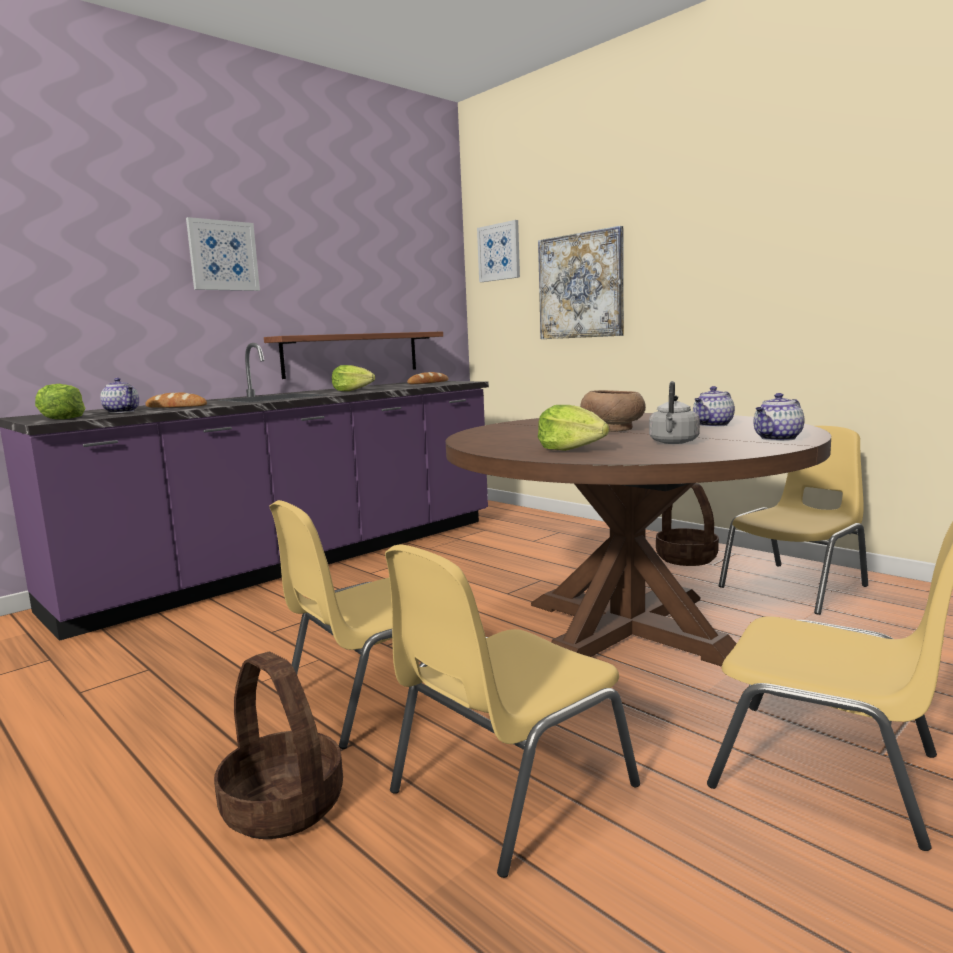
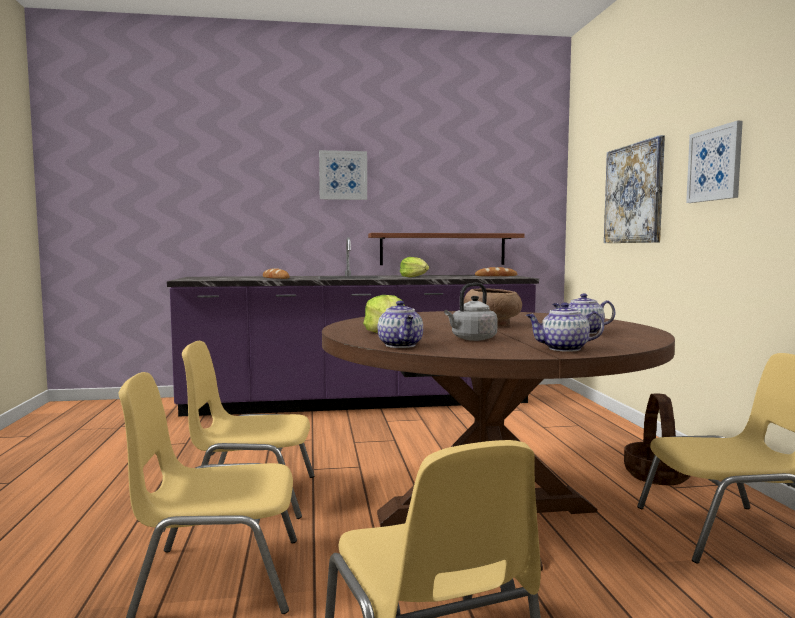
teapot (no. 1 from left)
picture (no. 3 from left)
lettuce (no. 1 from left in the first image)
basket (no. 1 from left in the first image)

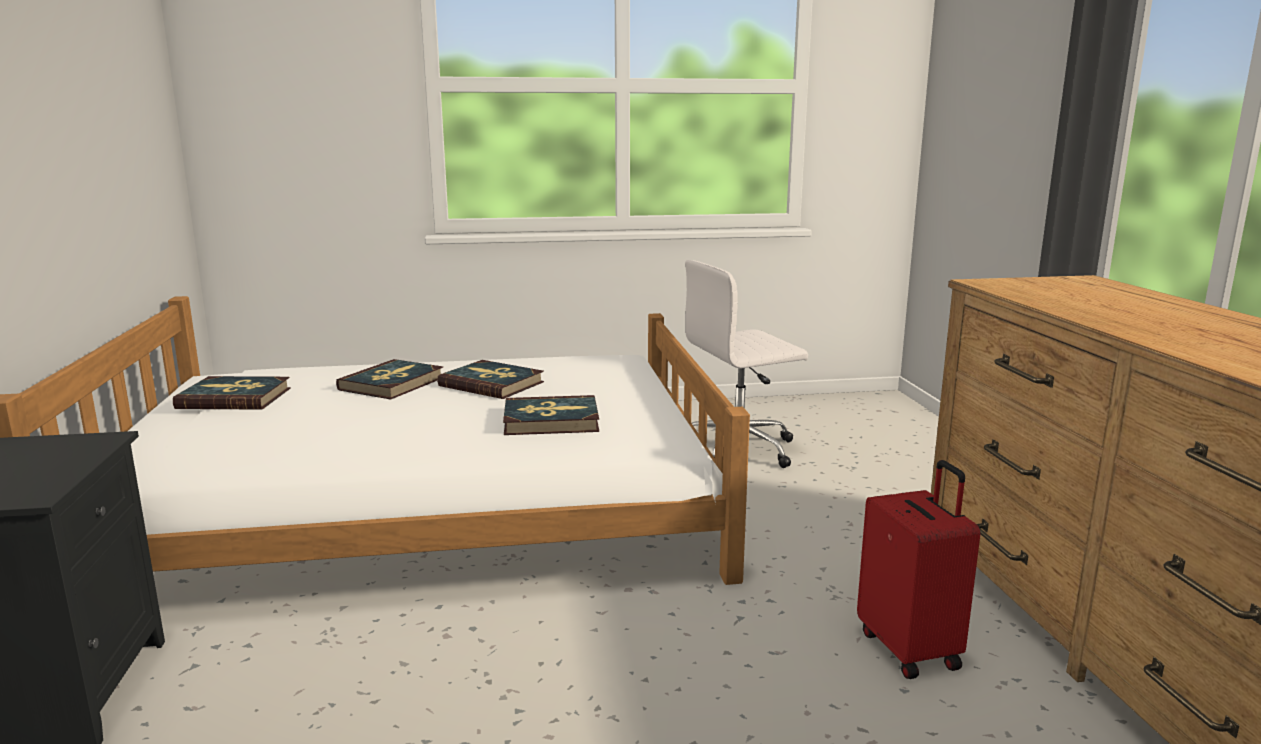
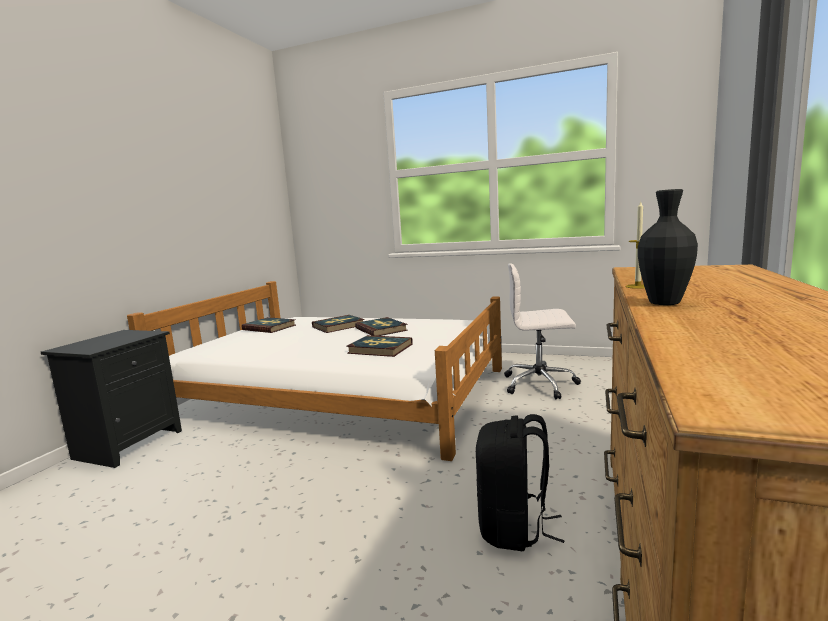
black backpack
candle
black vase

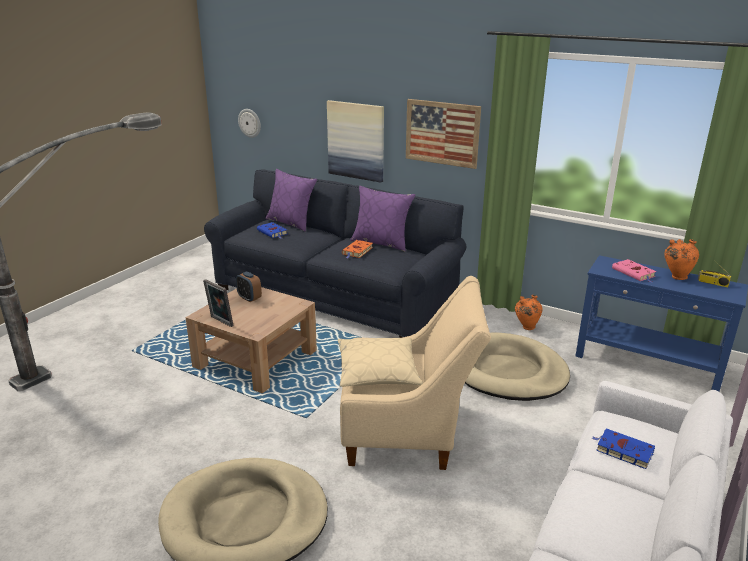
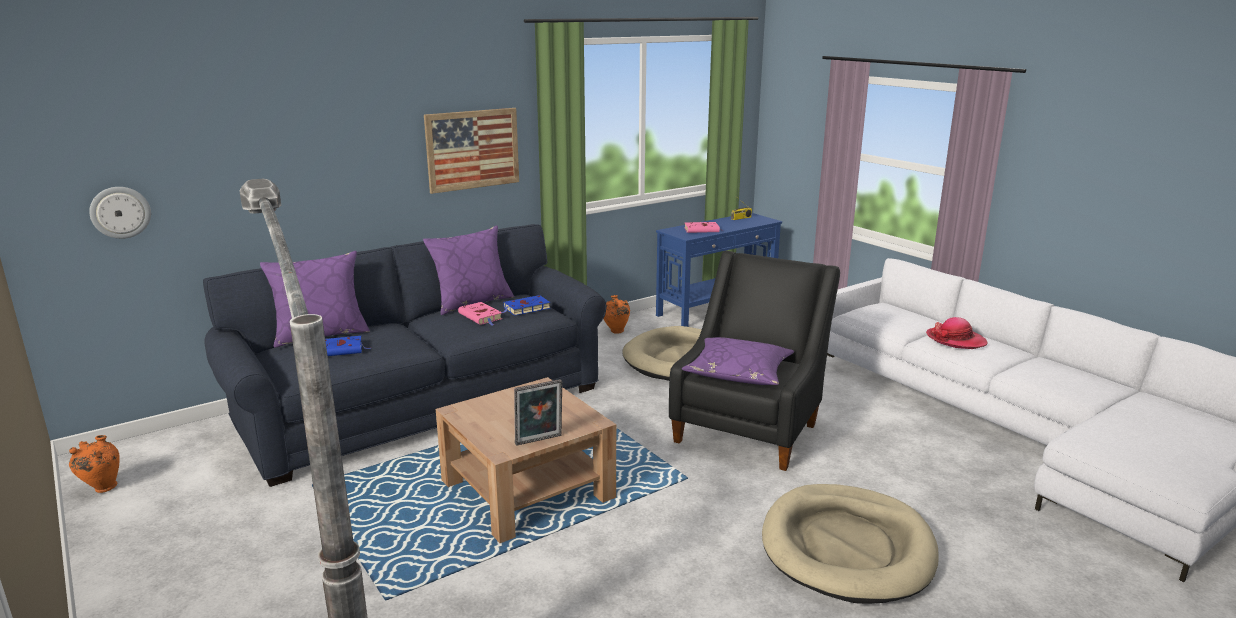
orange vase (no. 1 from left)
pink book (no. 1 from left)
blue book (no. 2 from left)
black armchair
purple pillow (no. 3 from left)
hat
alarm clock
picture (no. 1 from left in the first image)

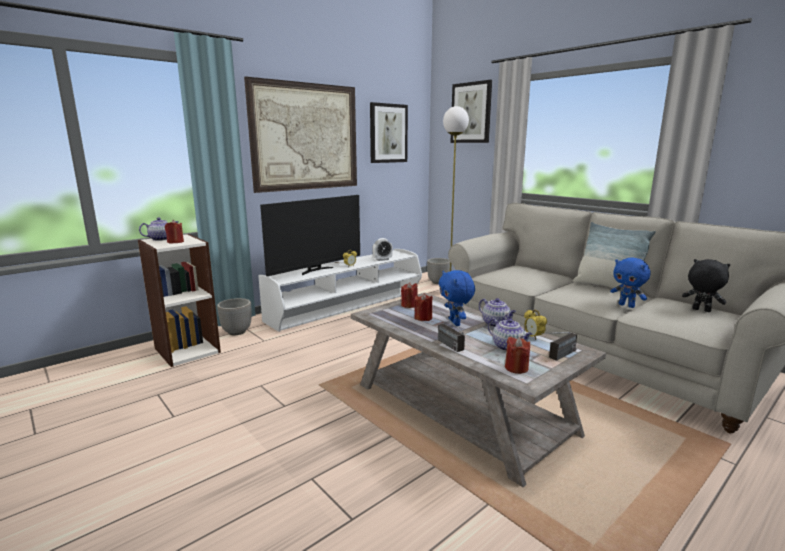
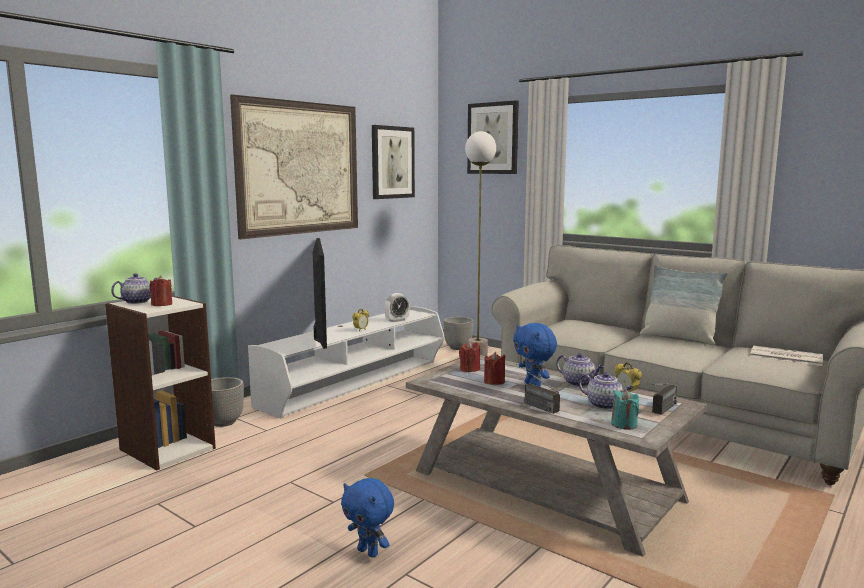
television
blue plush toy (no. 1 from left)
turquoise candle
newspaper

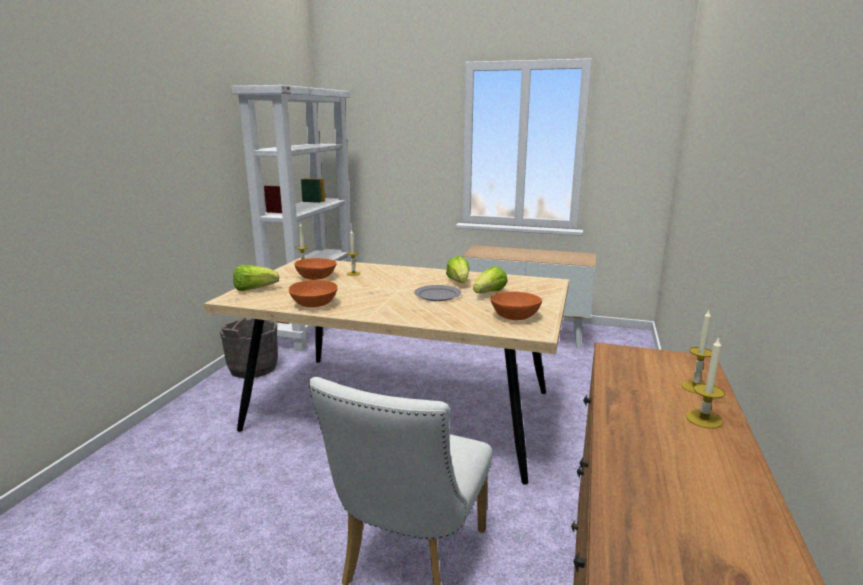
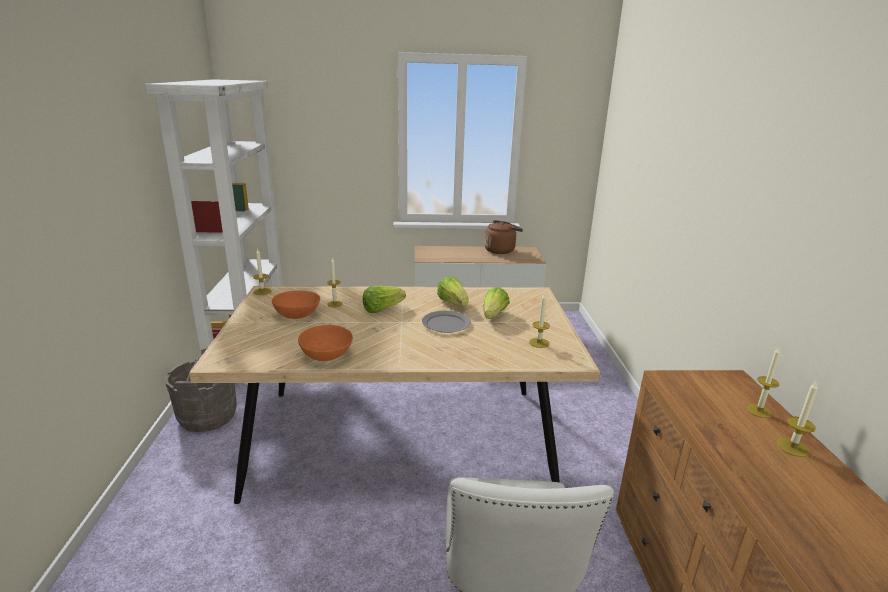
lettuce (no. 1 from left)
brown kettle
candle (no. 3 from left)

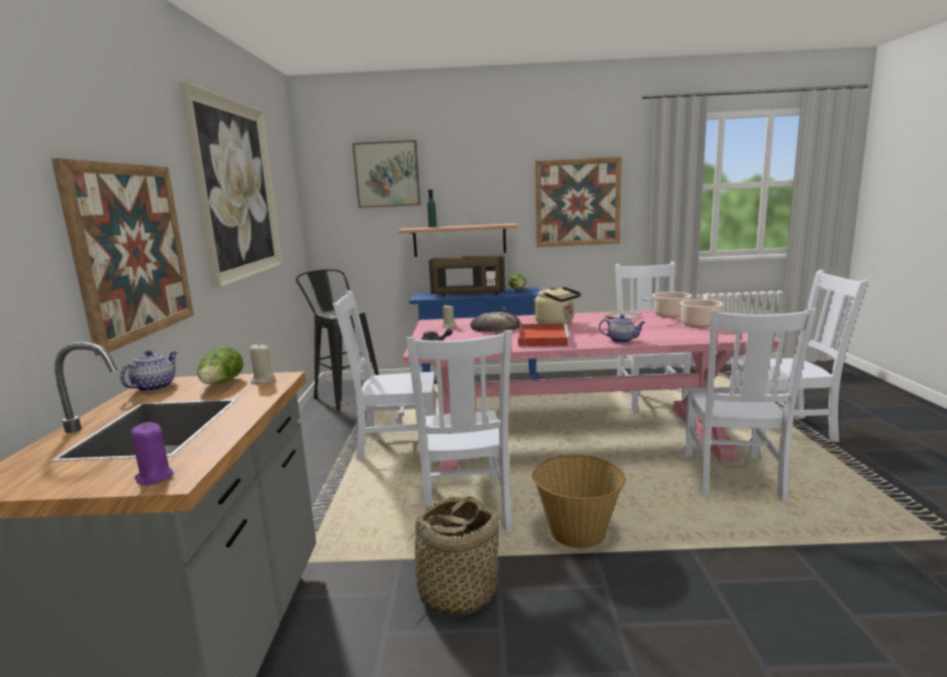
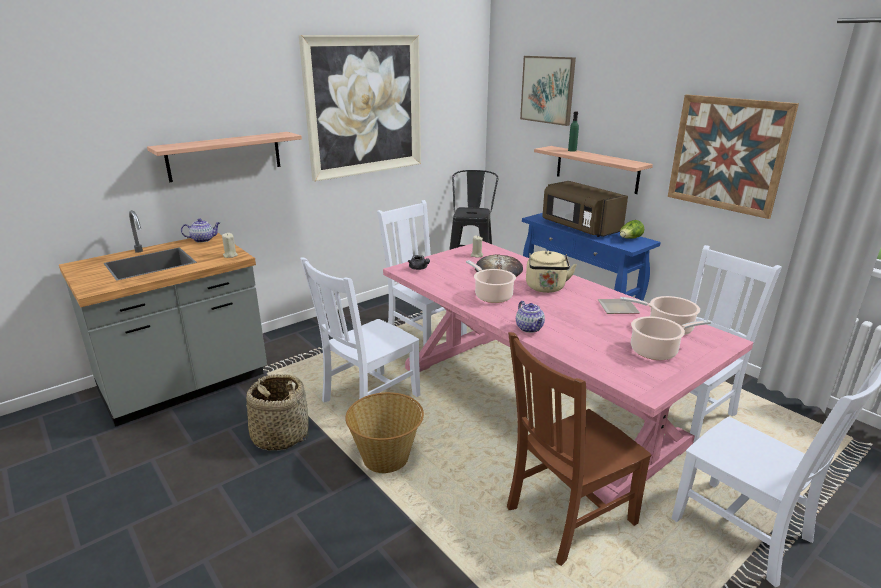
shelf (no. 1 from left)
cooking pot (no. 1 from left)
brown chair
purple candle
lettuce (no. 1 from left in the first image)

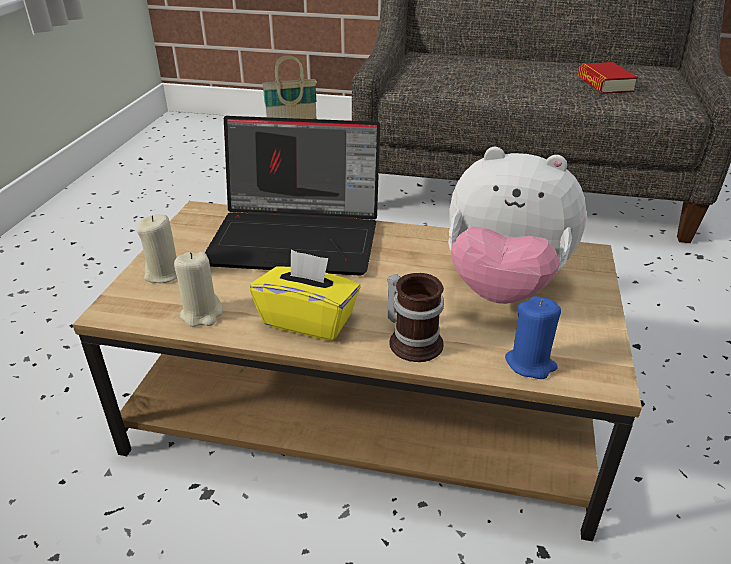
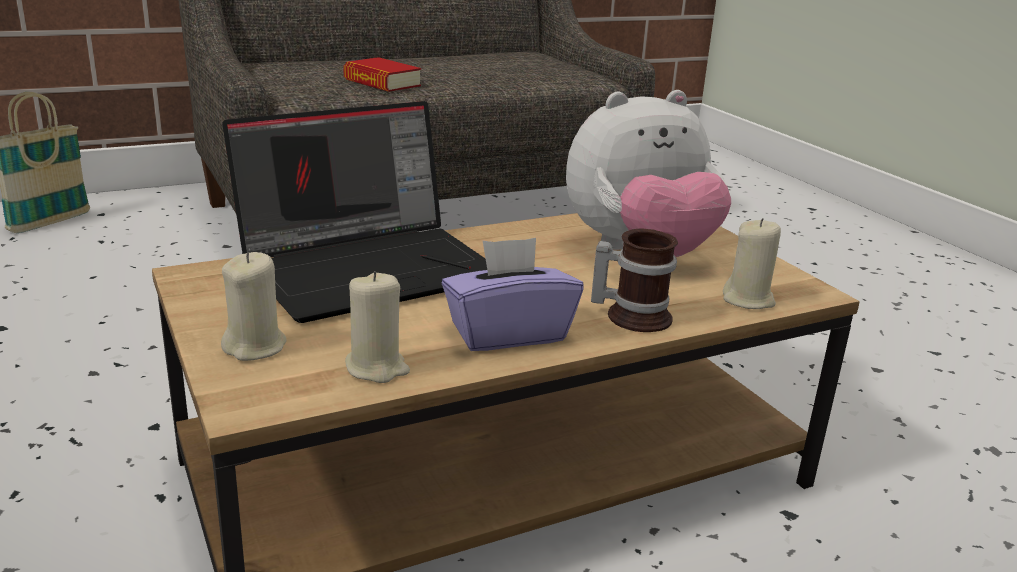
book
purple tissue box
beige candle (no. 3 from left)

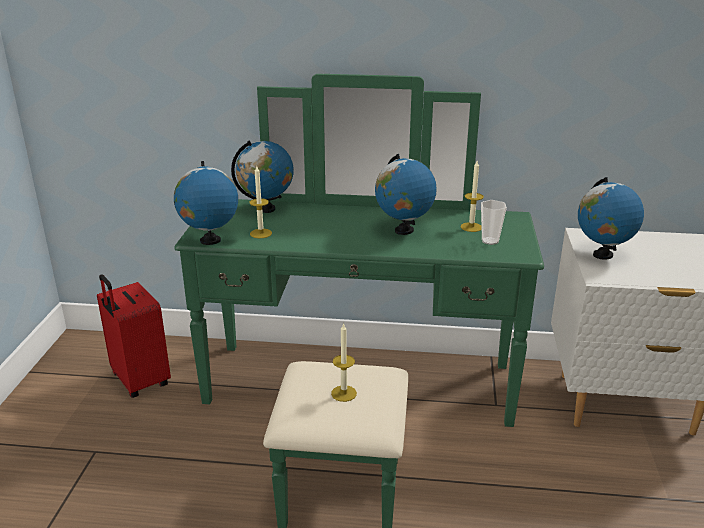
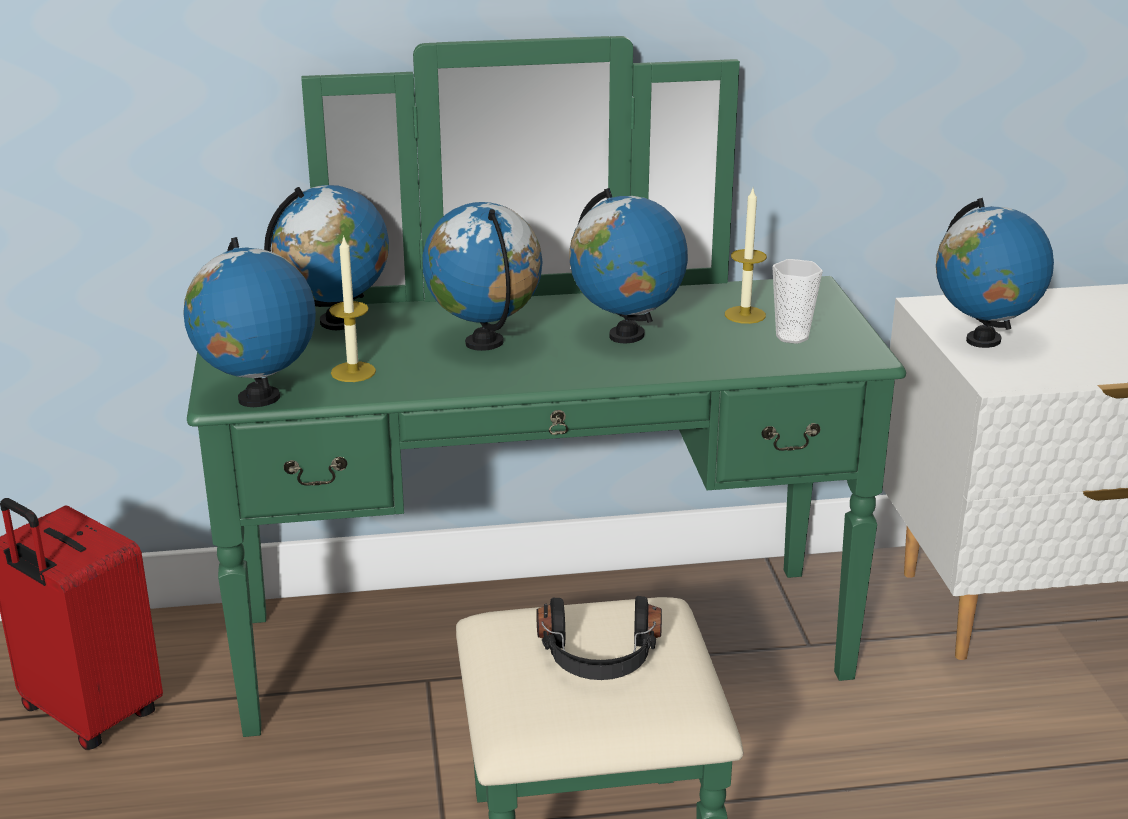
globe (no. 3 from left)
black headphones

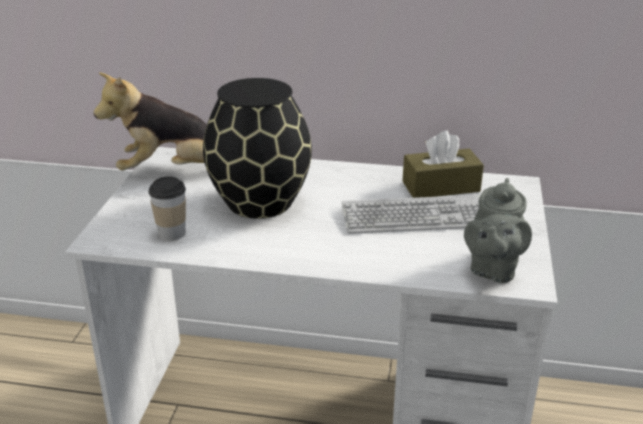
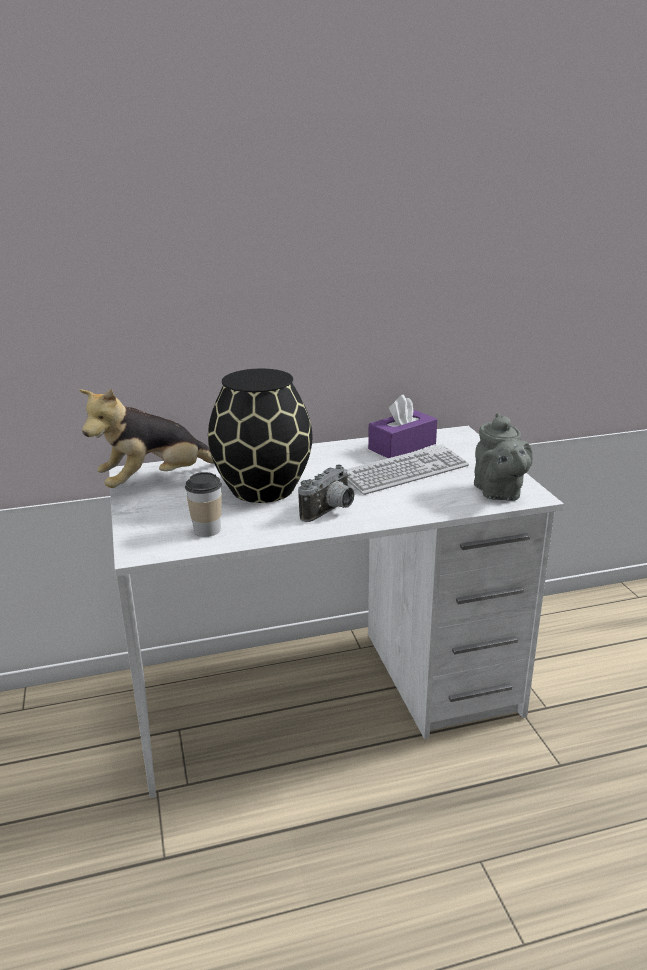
photo camera
purple tissue box

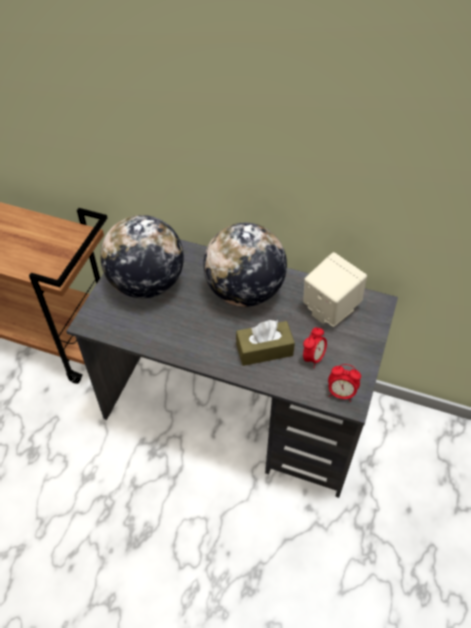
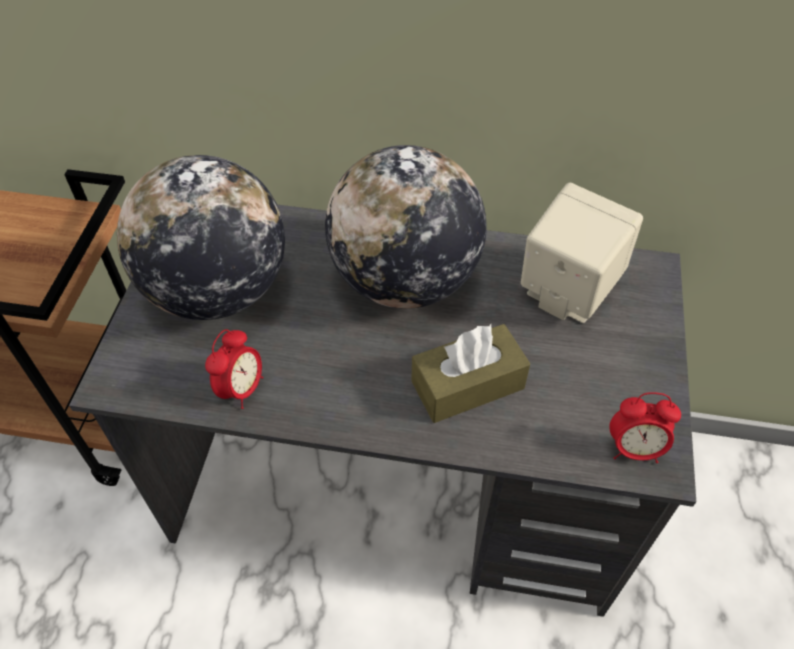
alarm clock (no. 1 from left)

